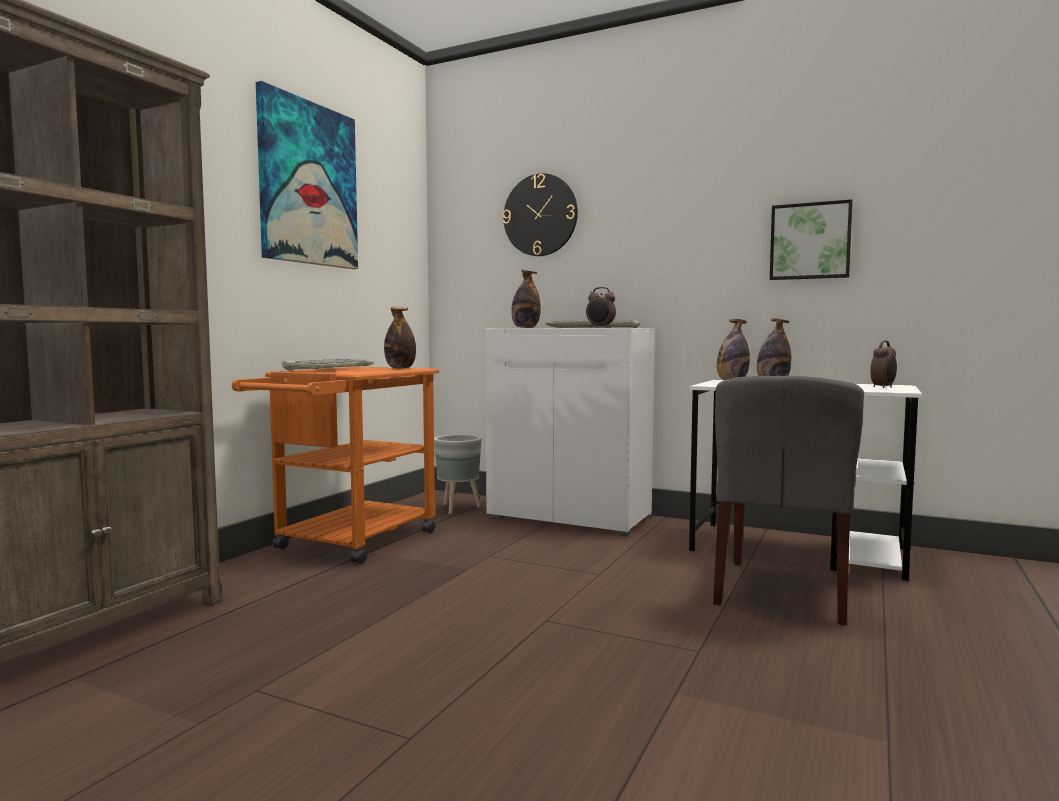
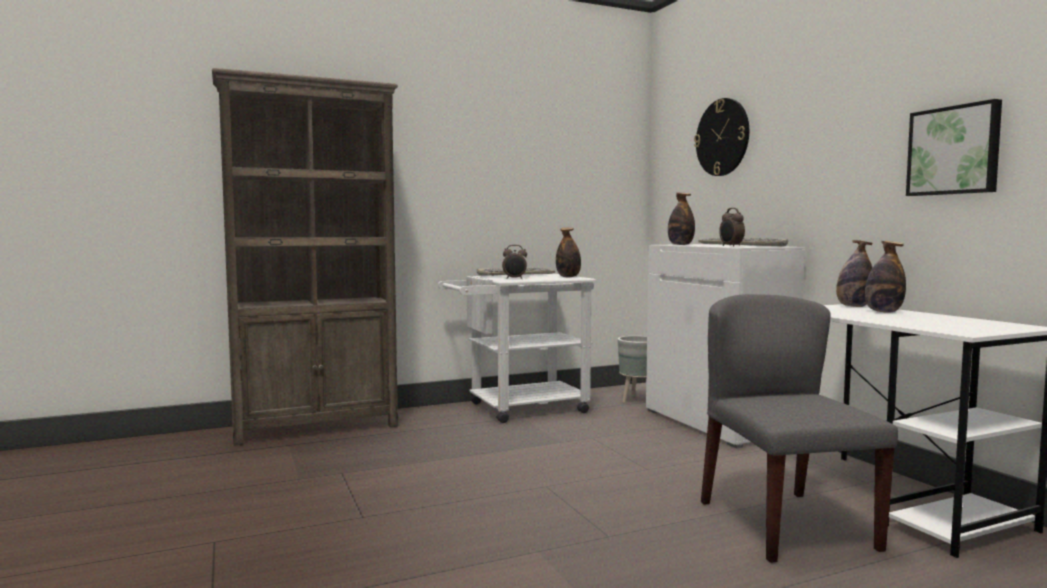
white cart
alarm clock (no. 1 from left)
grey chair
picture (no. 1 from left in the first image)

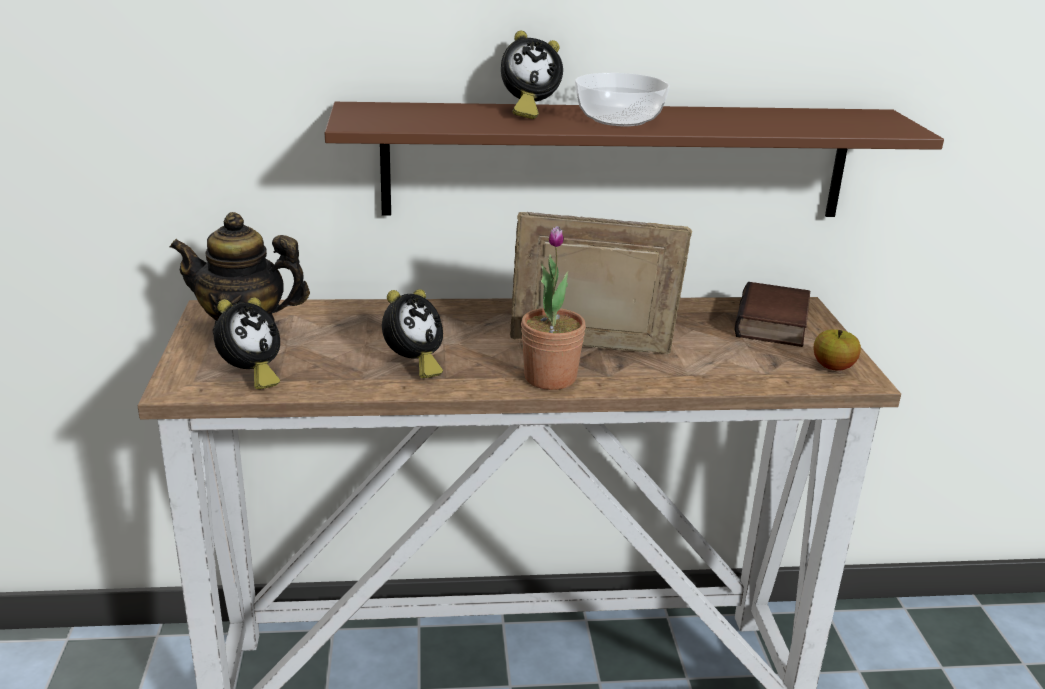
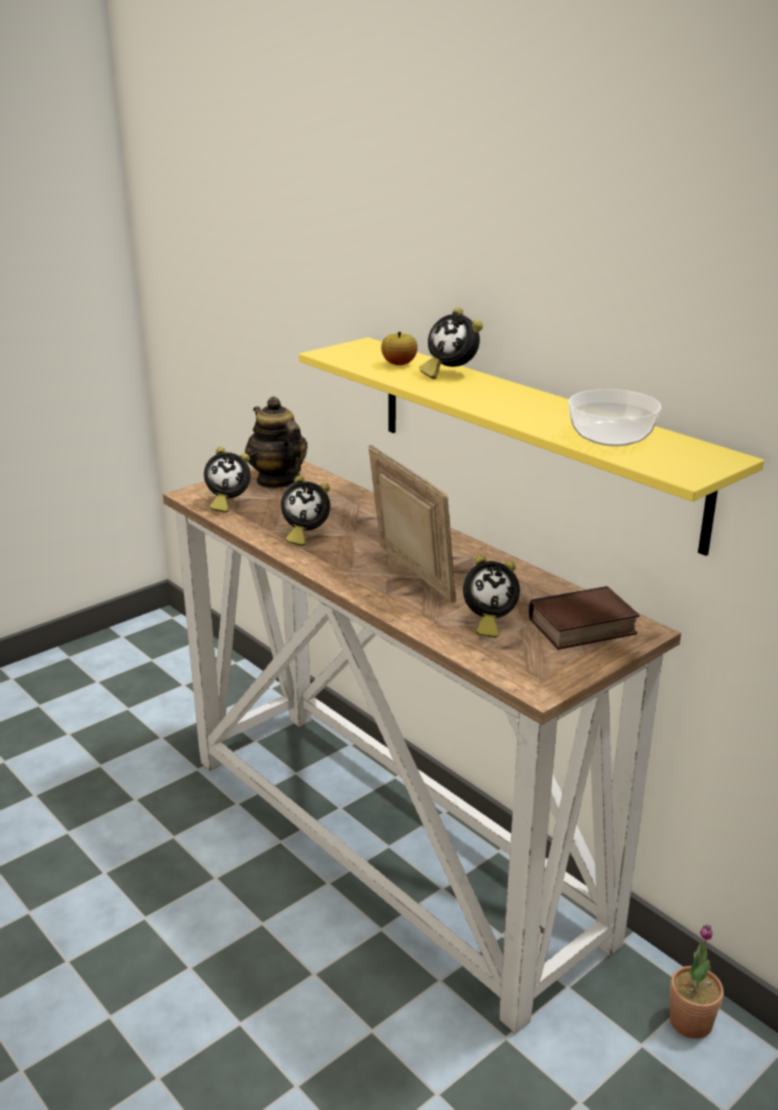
yellow shelf
apple
alarm clock (no. 4 from left)
bowl
potted plant

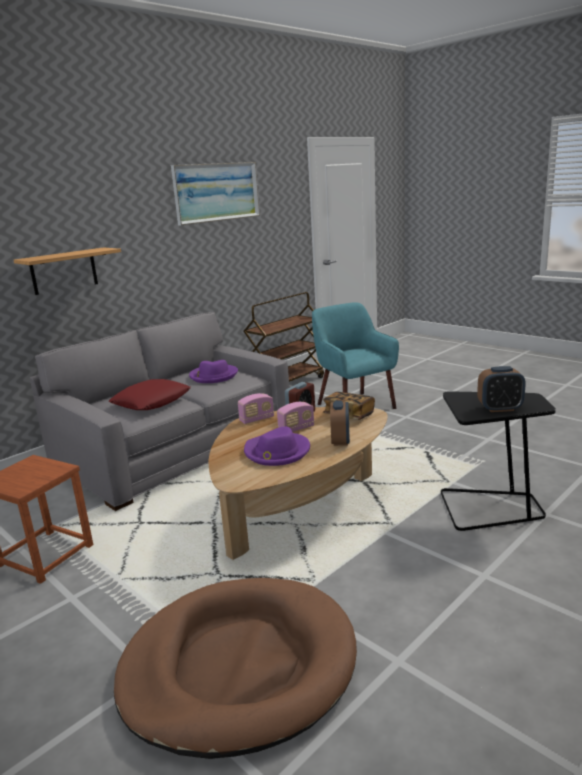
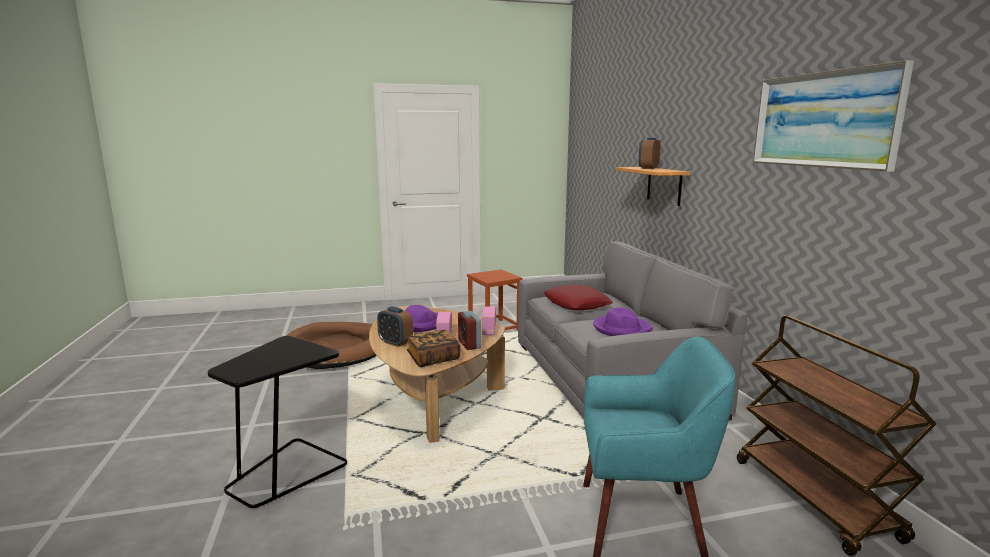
alarm clock (no. 3 from left)

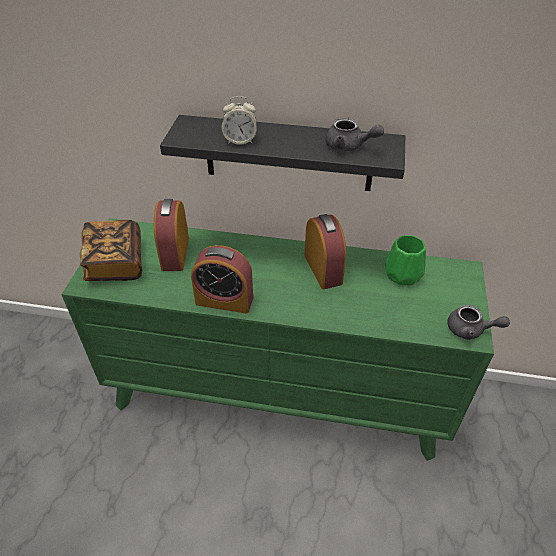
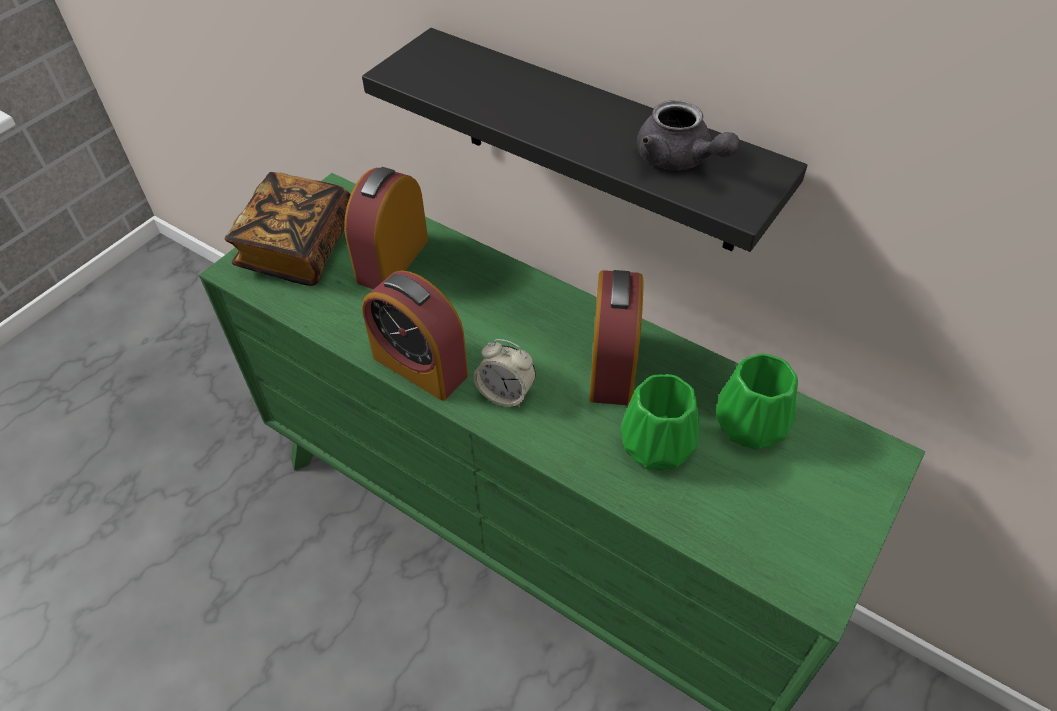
alarm clock (no. 3 from left)
green vase (no. 1 from left)
grey teapot (no. 2 from left in the first image)

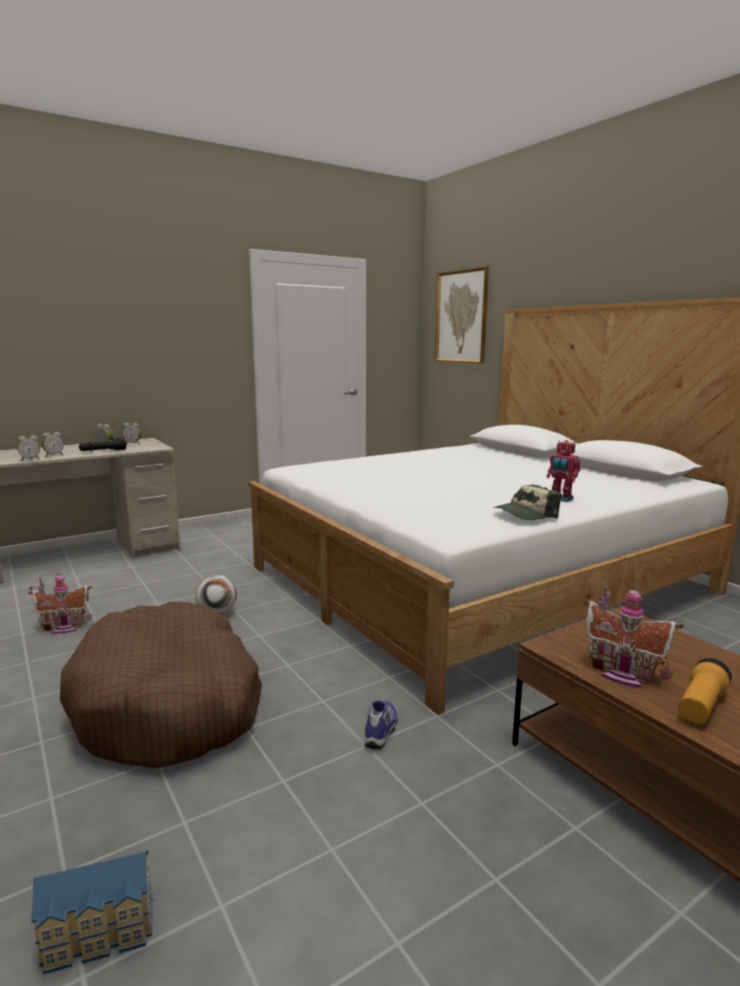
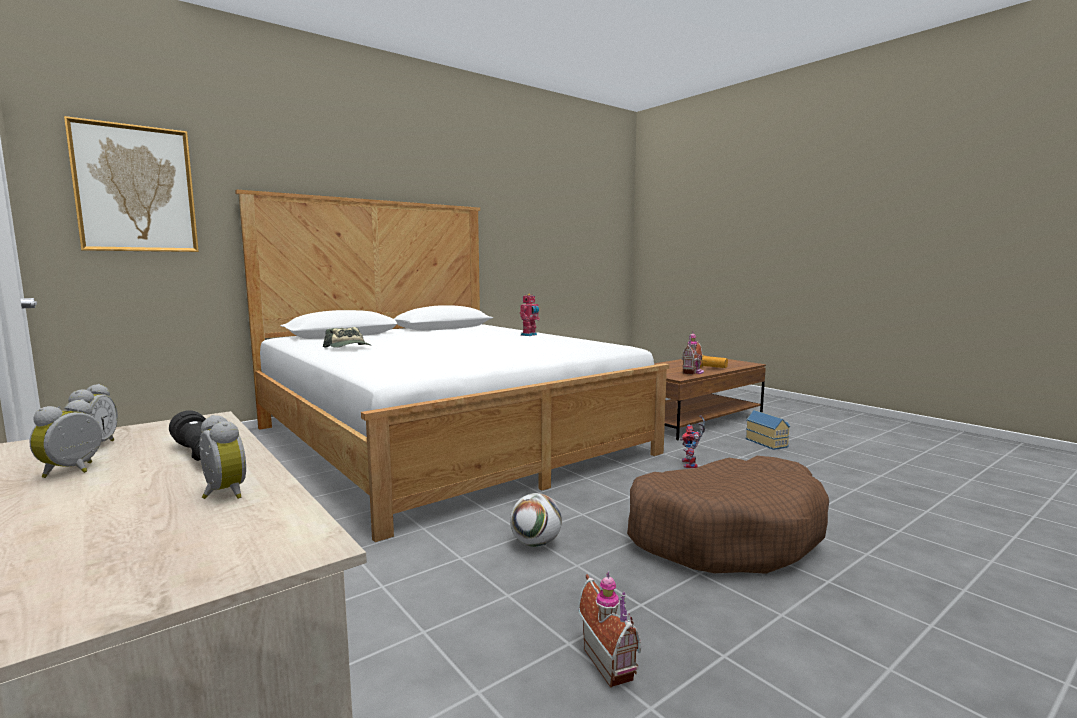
cap
toy robot (no. 2 from left)
toy house (no. 3 from left)
alarm clock (no. 1 from left in the first image)

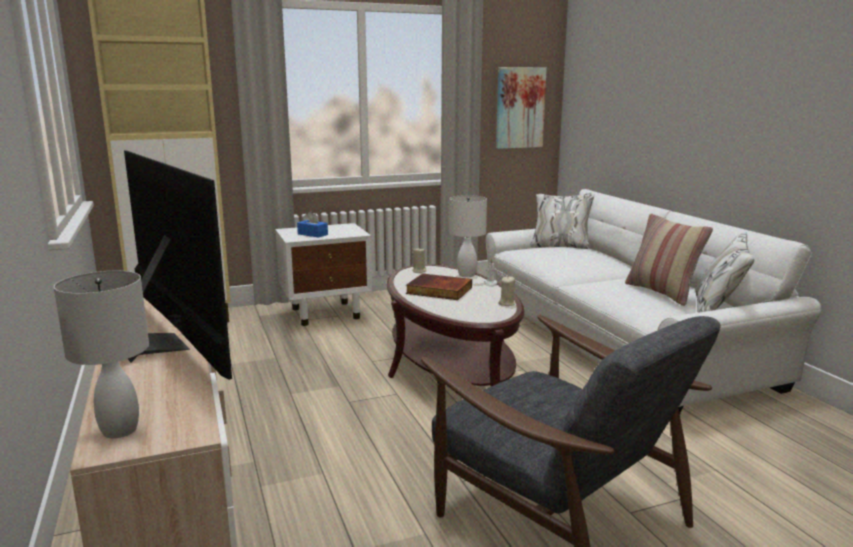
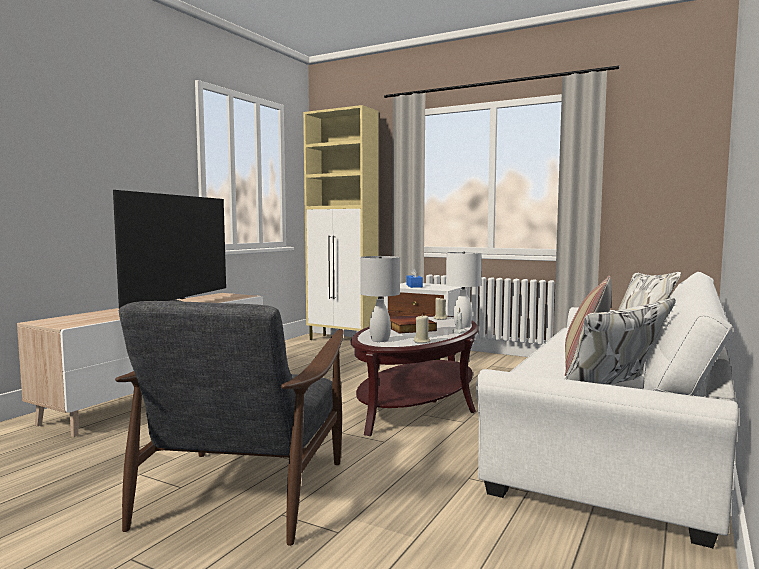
white table lamp (no. 1 from left)
picture

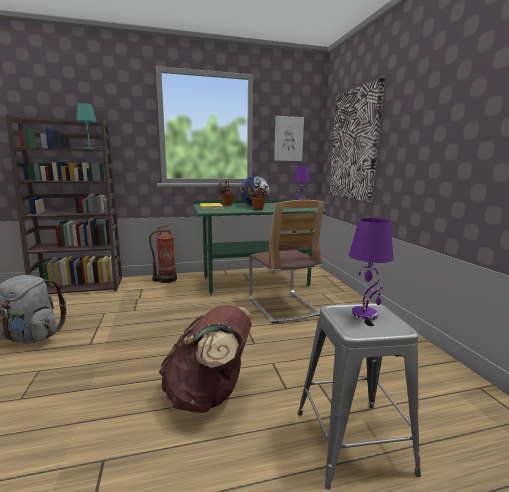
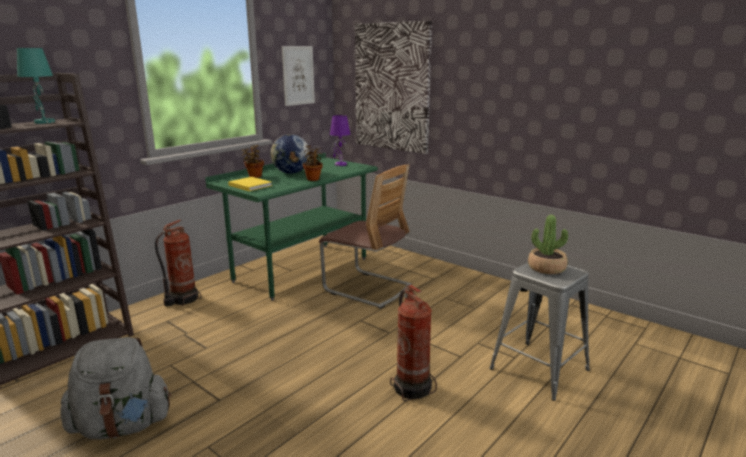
fire extinguisher (no. 2 from left)
potted plant (no. 3 from left)

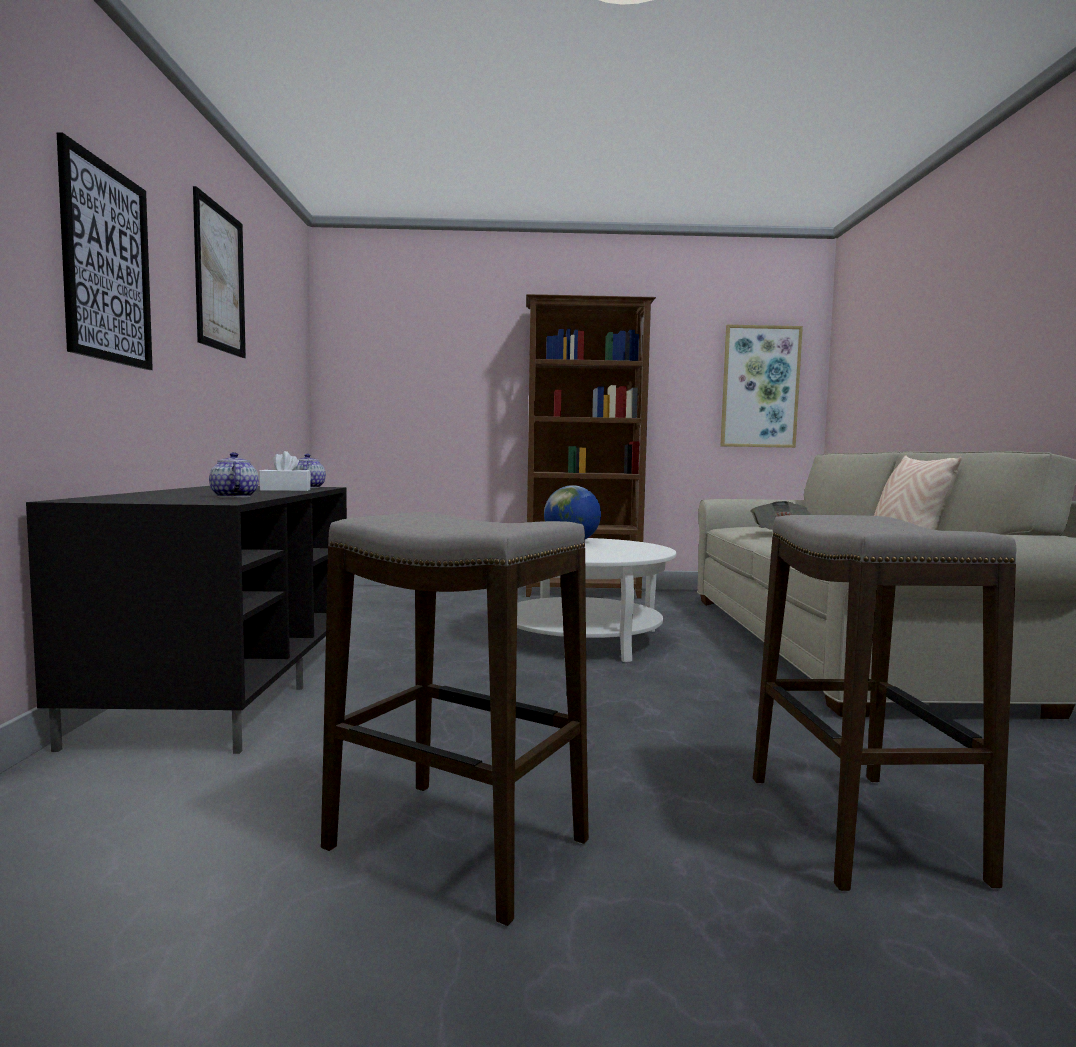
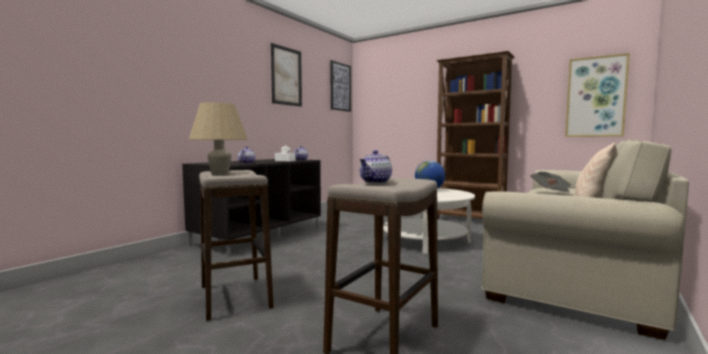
beige table lamp
picture (no. 2 from left)
teapot (no. 3 from left)

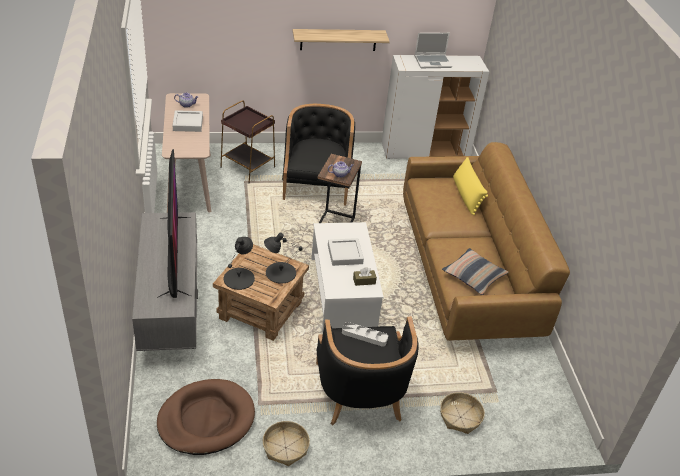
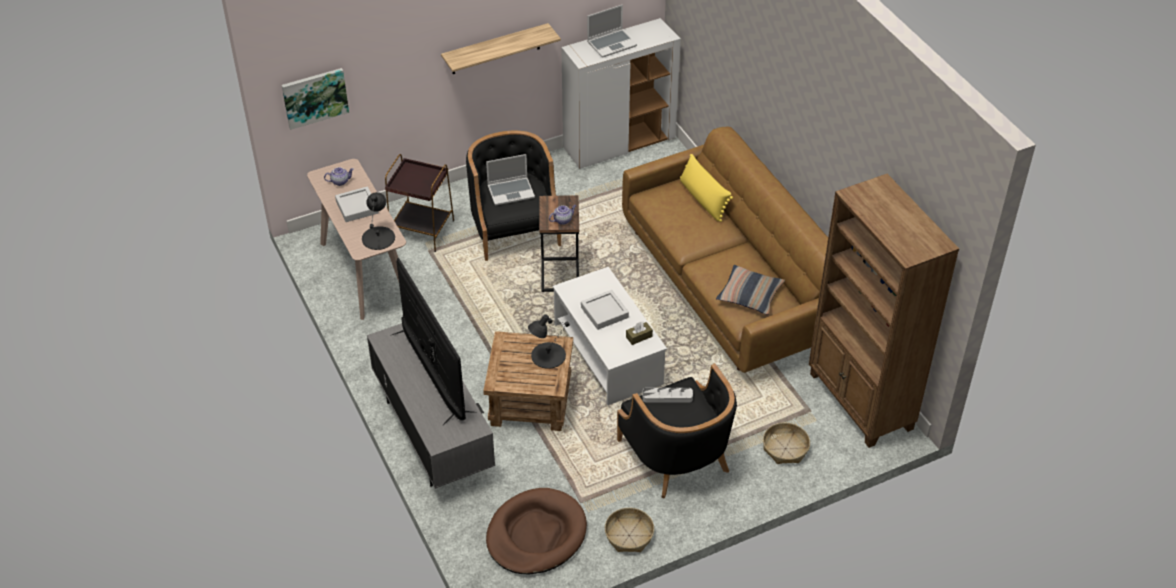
picture
black table lamp (no. 1 from left)
laptop (no. 1 from left)
brown bookcase

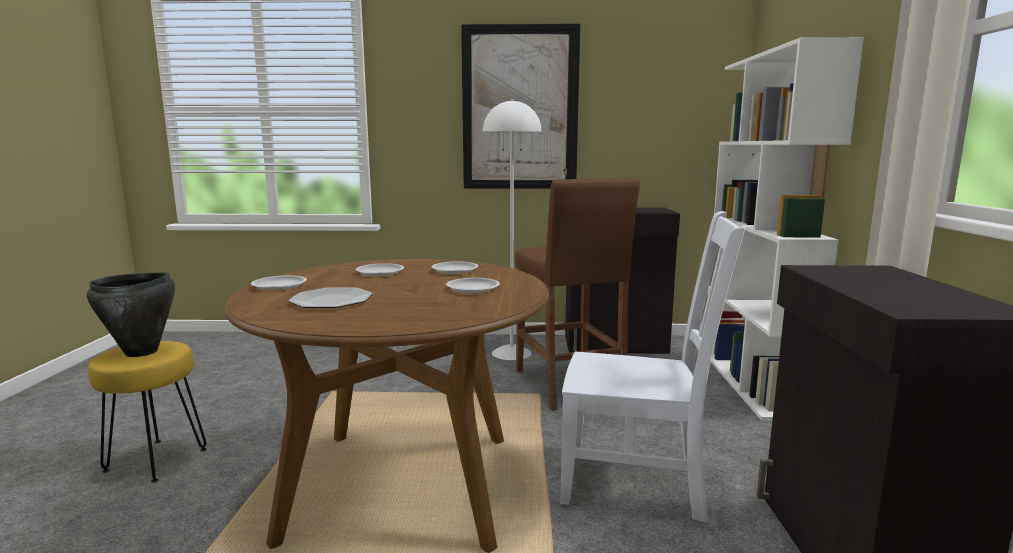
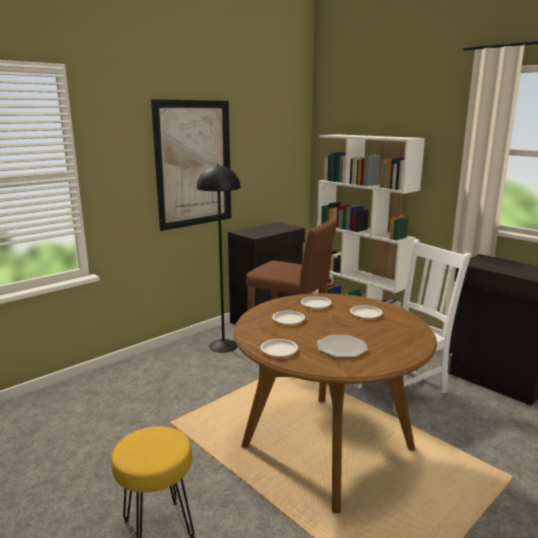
black floor lamp
black cooking pot

